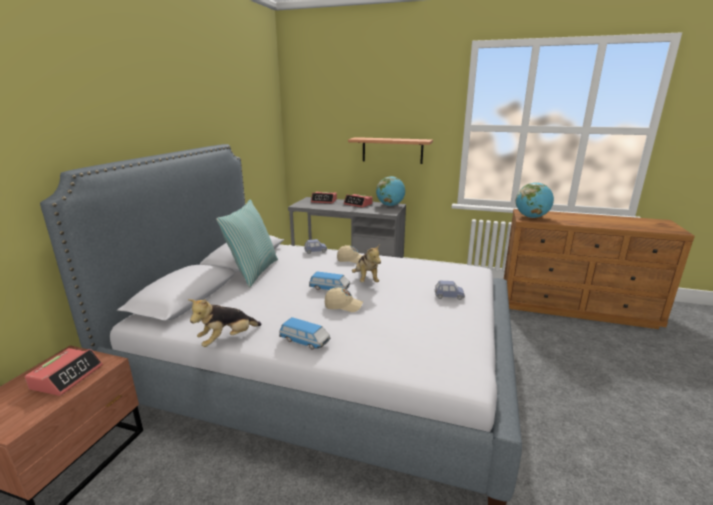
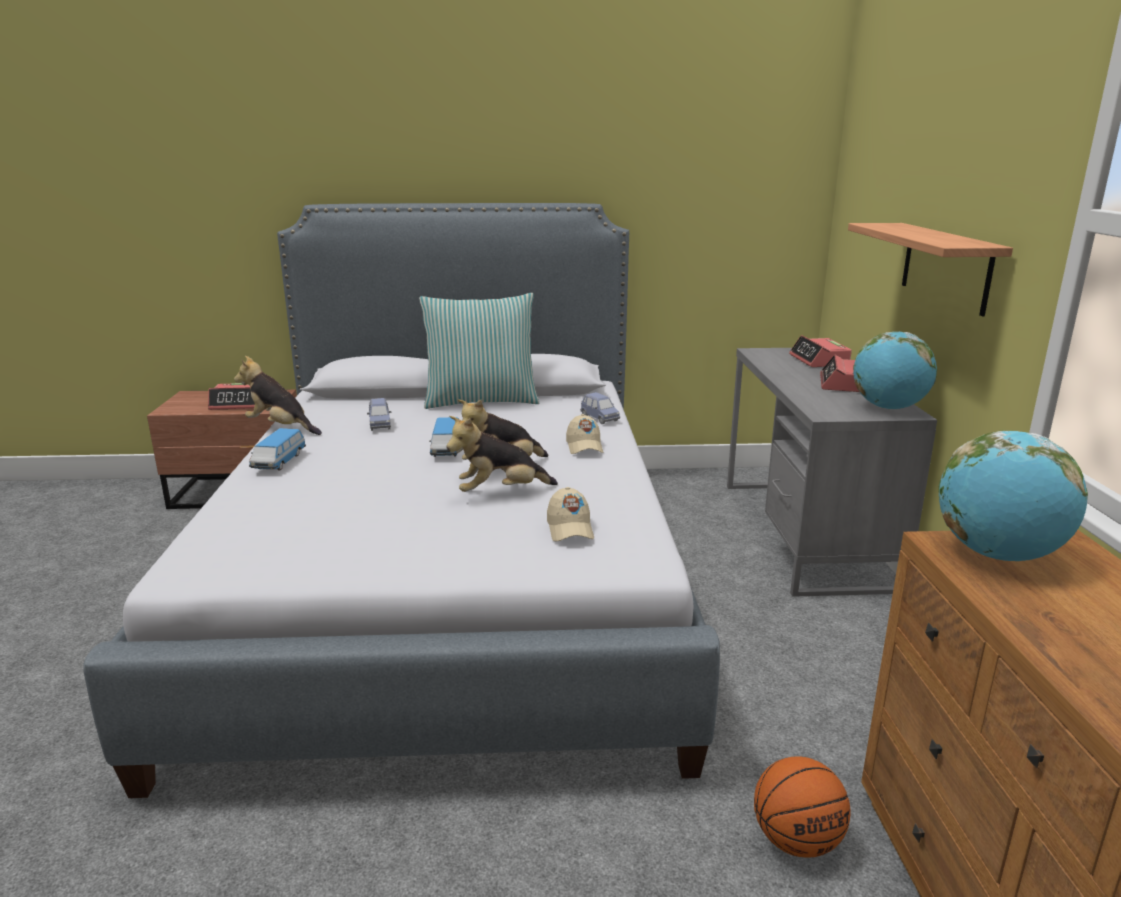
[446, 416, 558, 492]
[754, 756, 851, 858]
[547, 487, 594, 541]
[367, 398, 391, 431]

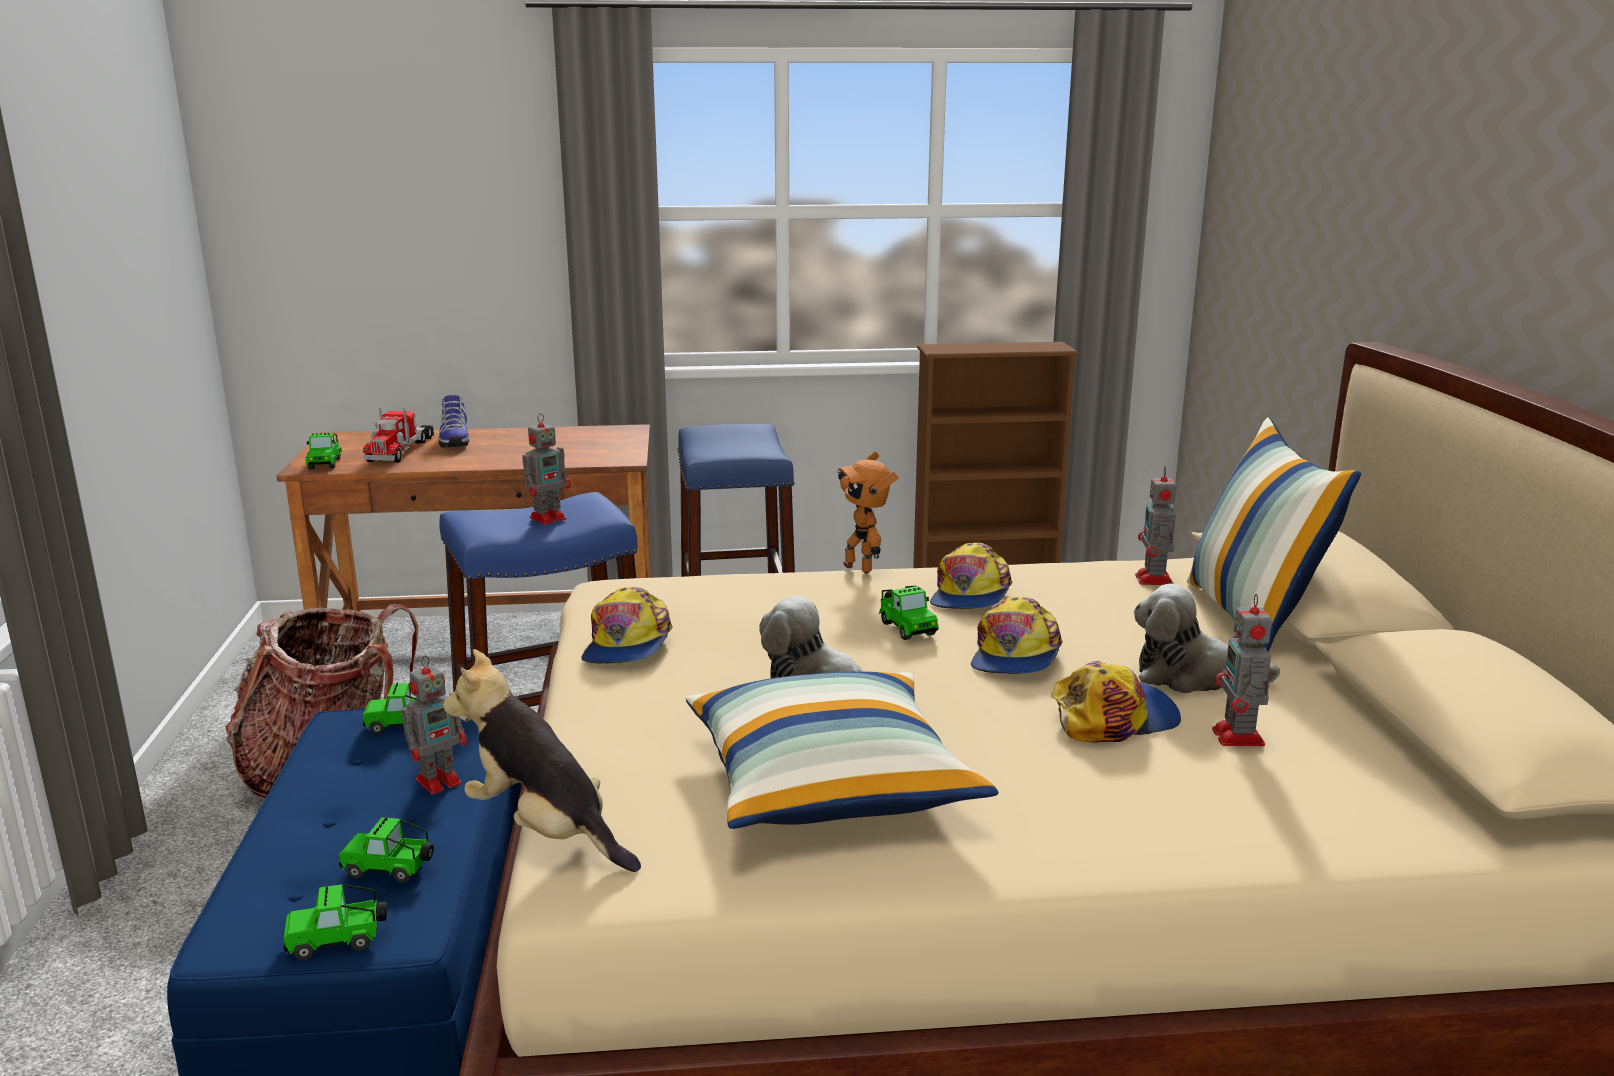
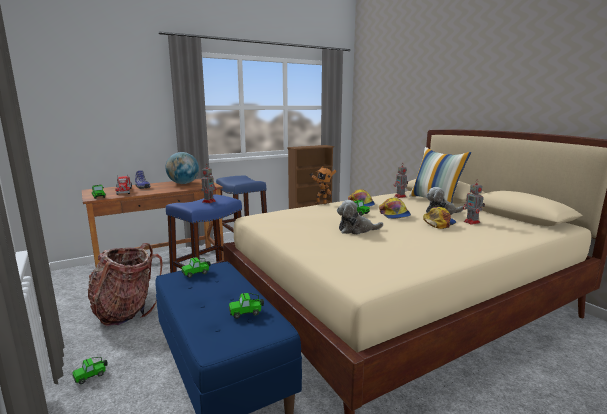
[402, 656, 467, 795] (first image)
[443, 649, 641, 872] (first image)
[581, 587, 673, 664] (first image)
[686, 671, 999, 829] (first image)
[165, 152, 199, 184]
[72, 357, 108, 384]

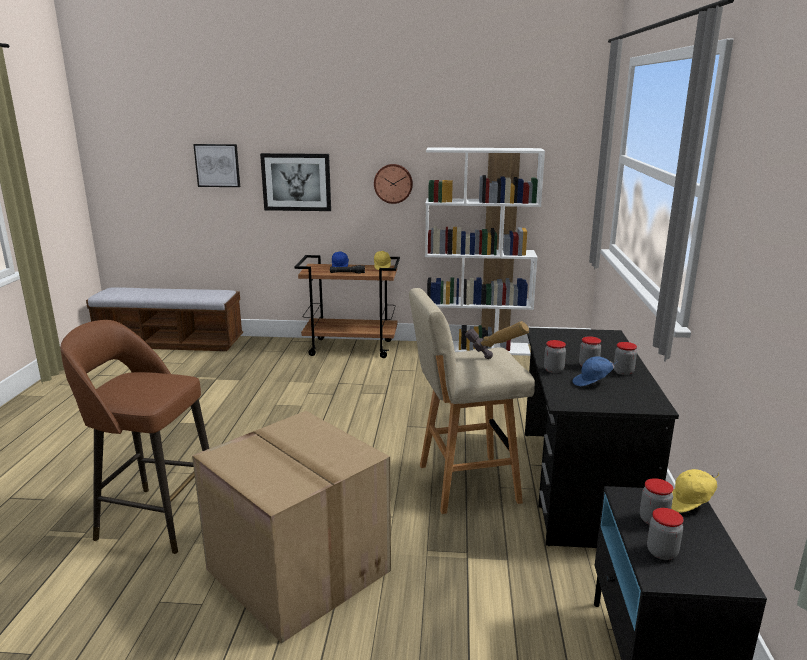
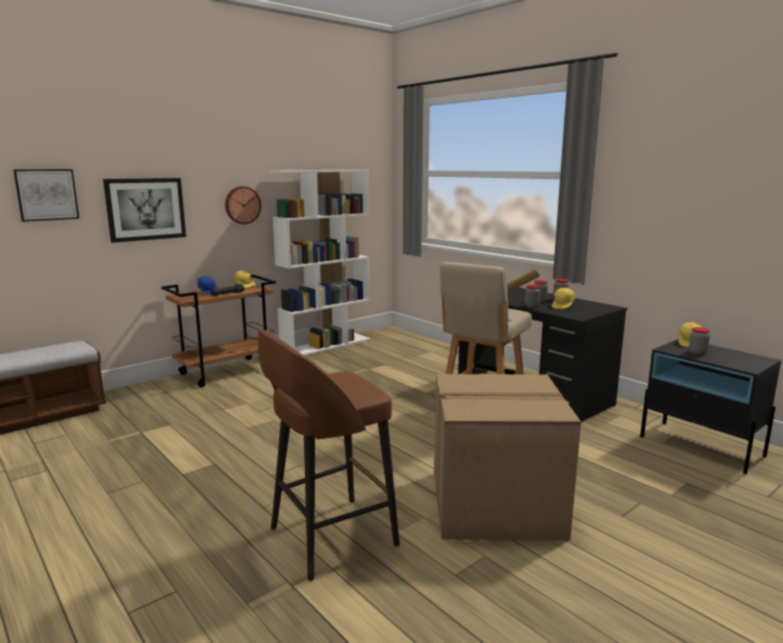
[647, 508, 684, 560] (first image)
[552, 288, 575, 309]

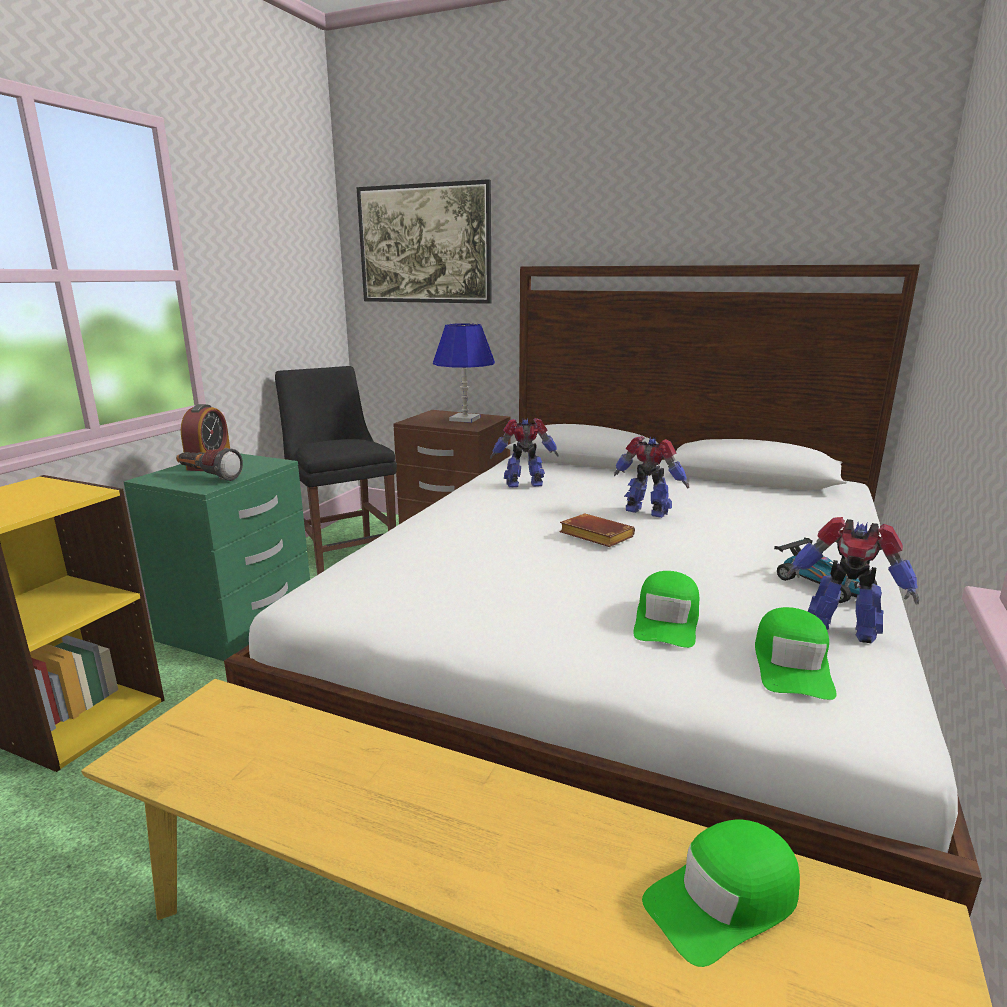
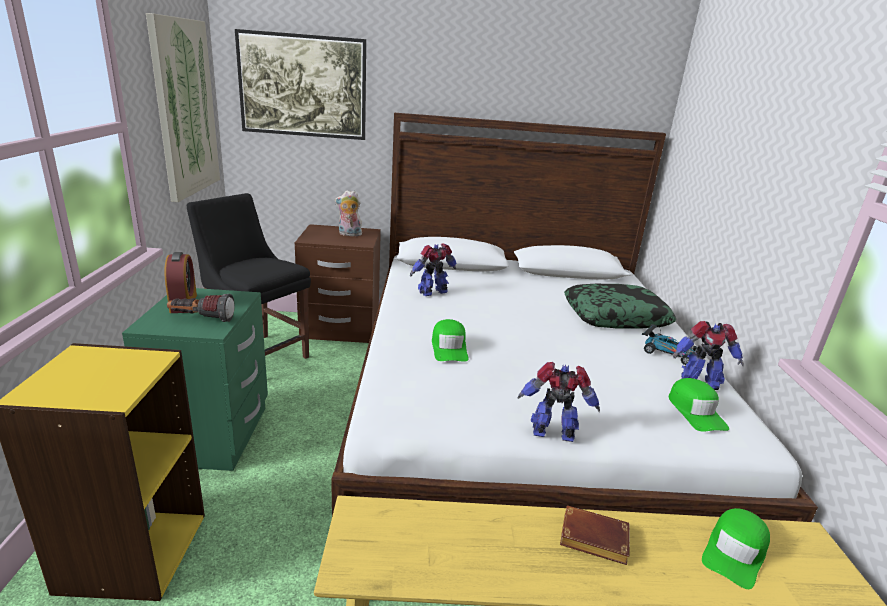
[146, 13, 220, 202]
[564, 284, 676, 328]
[560, 505, 630, 565]
[518, 362, 600, 442]
[432, 319, 469, 362]
[335, 190, 362, 236]

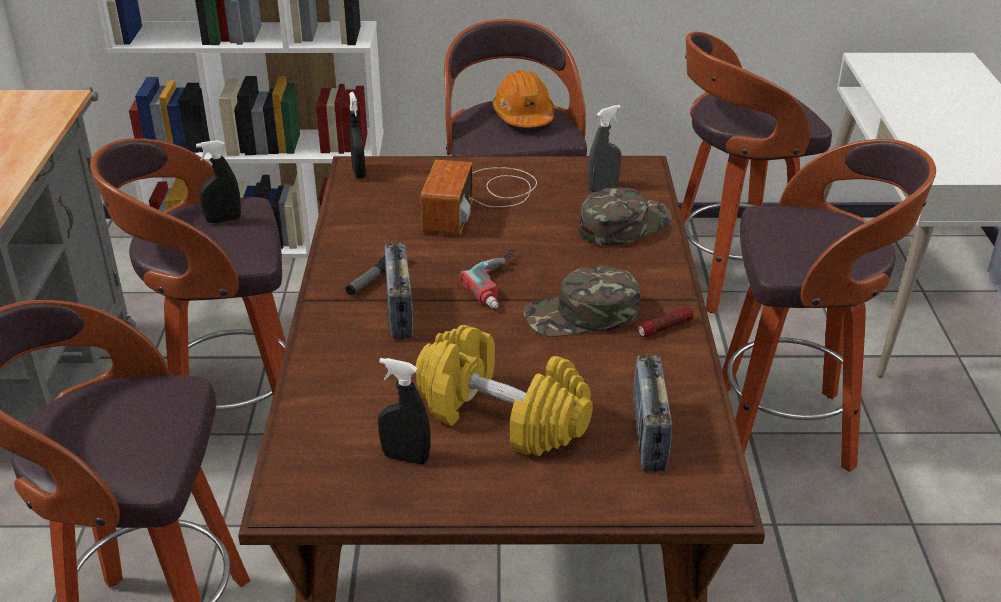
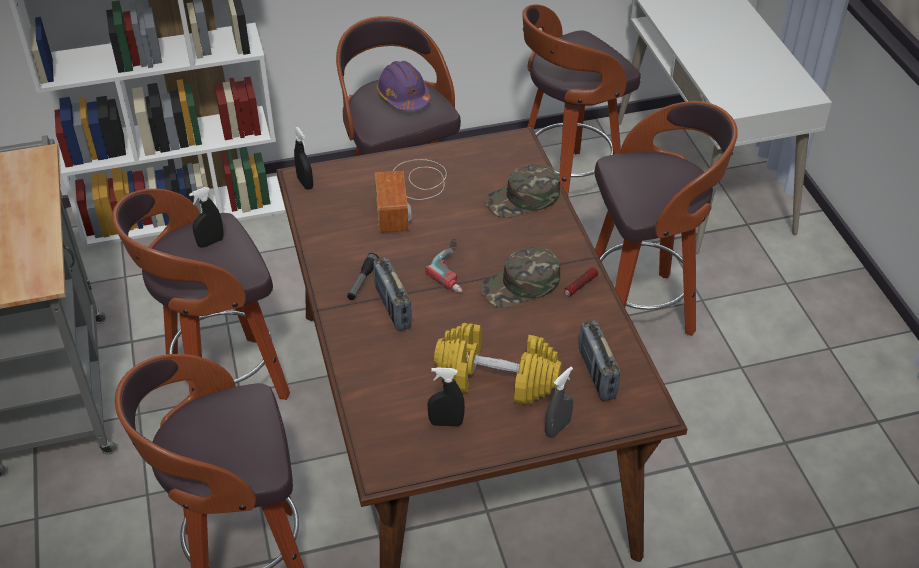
[545, 367, 573, 438]
[376, 61, 431, 112]
[484, 164, 560, 218]

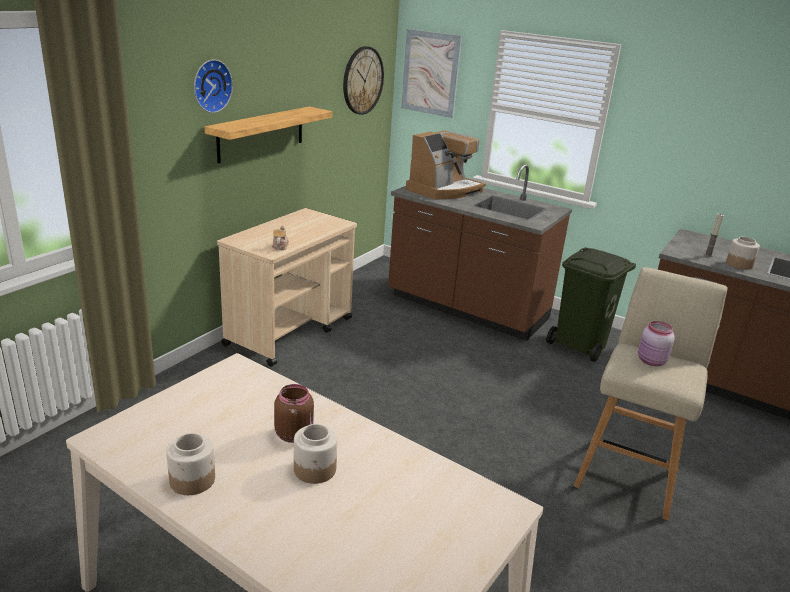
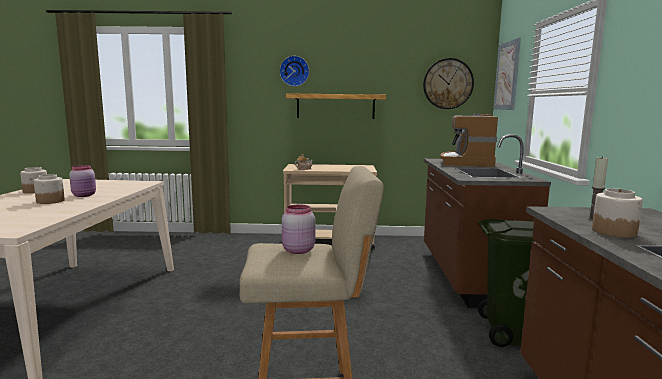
[69, 165, 96, 197]
[440, 113, 498, 167]

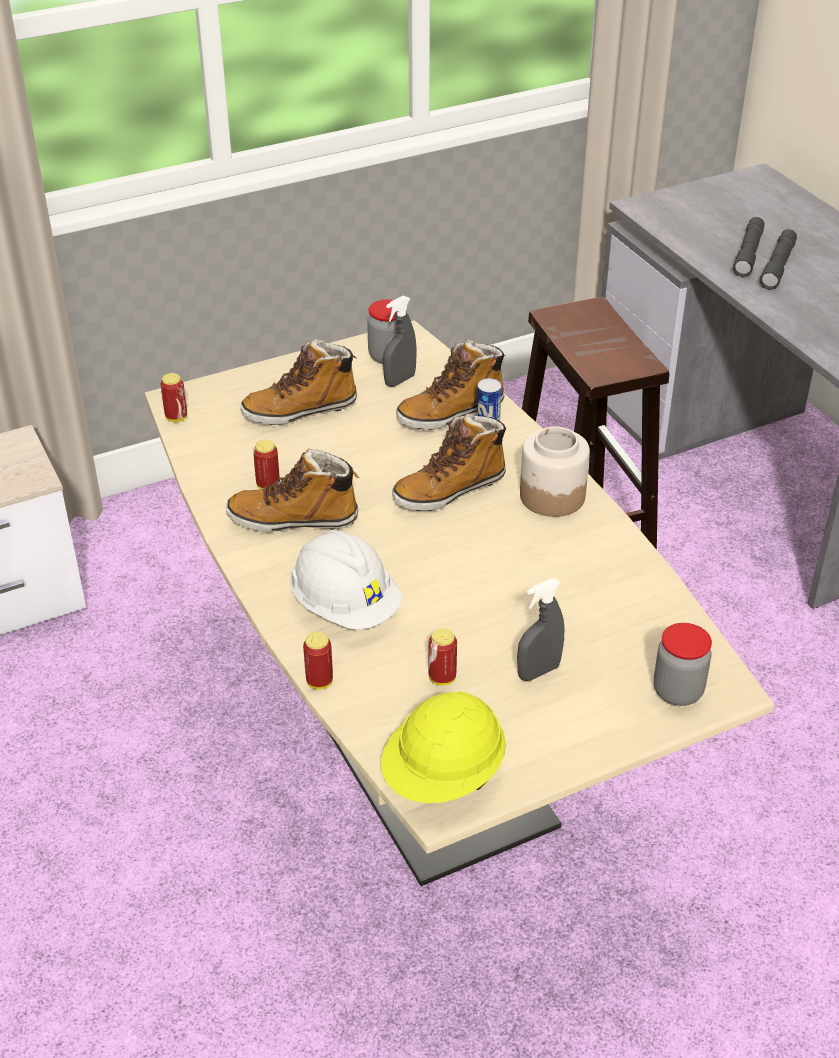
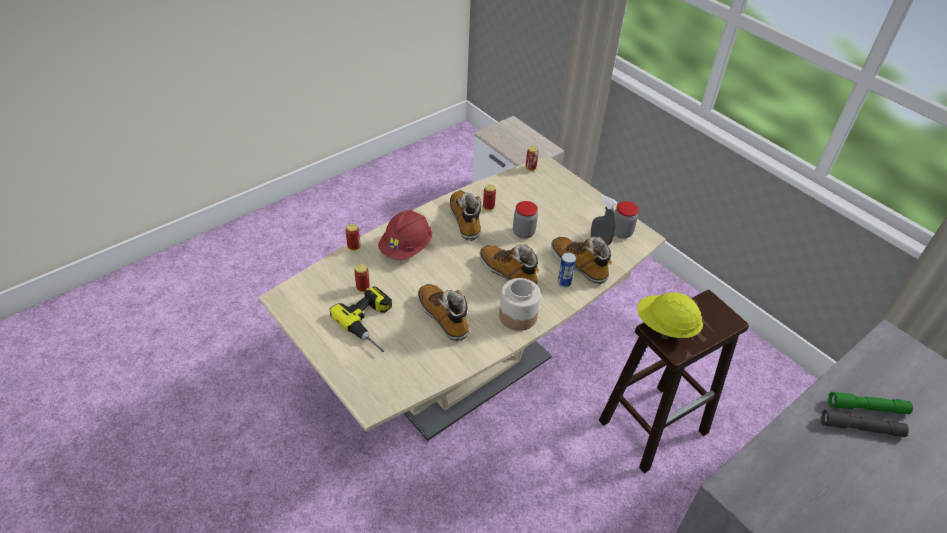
[418, 284, 469, 341]
[637, 292, 703, 340]
[513, 201, 538, 239]
[330, 286, 392, 352]
[378, 210, 432, 260]
[828, 392, 913, 414]

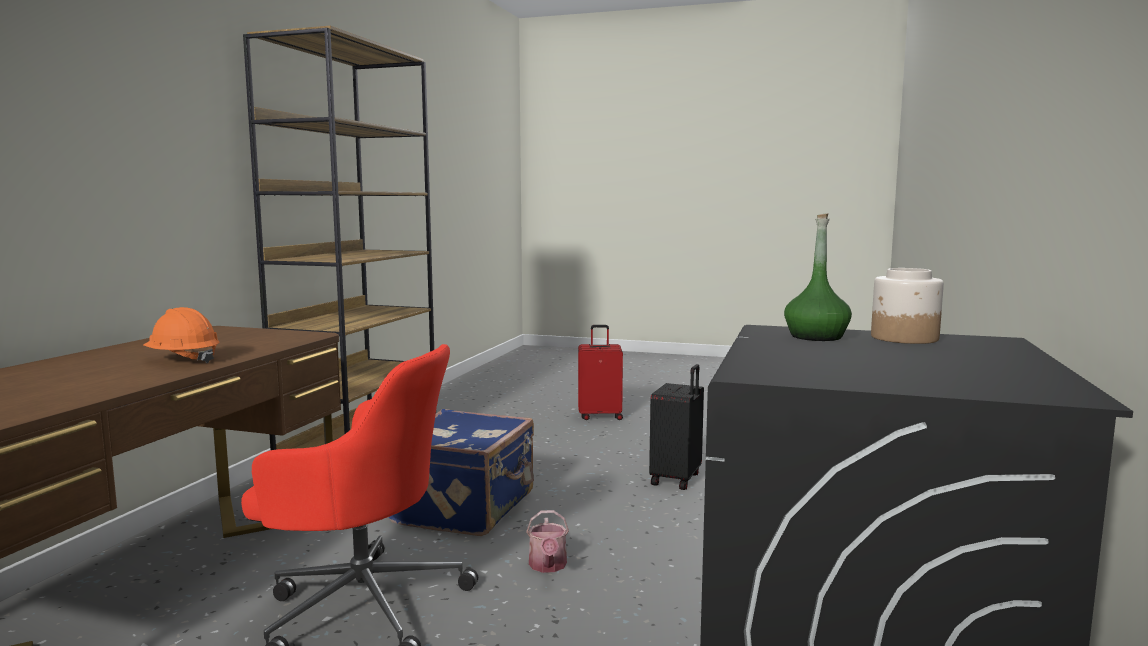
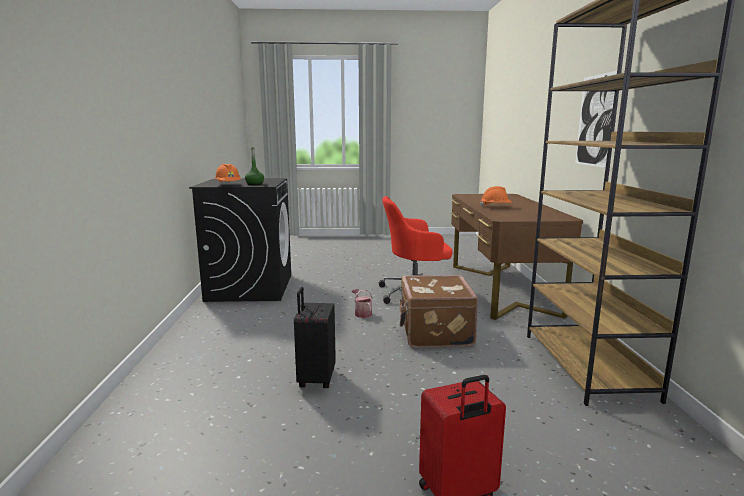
[575, 71, 617, 168]
[215, 164, 241, 184]
[399, 275, 478, 348]

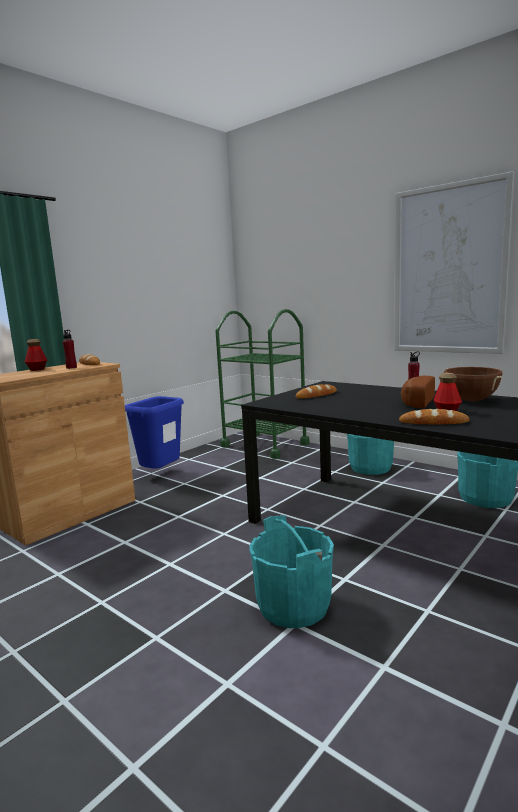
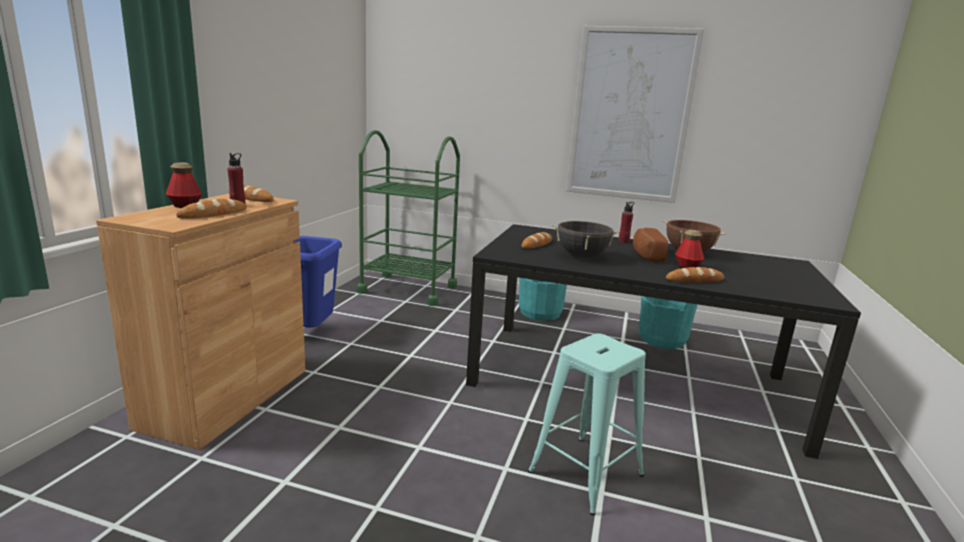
[176, 199, 247, 218]
[551, 221, 620, 258]
[528, 333, 646, 516]

